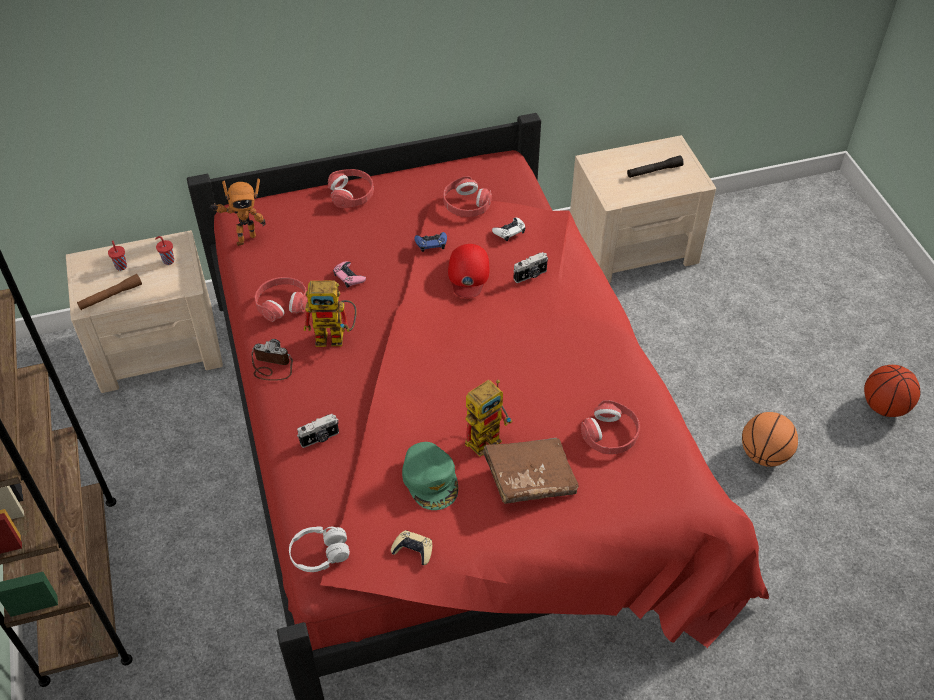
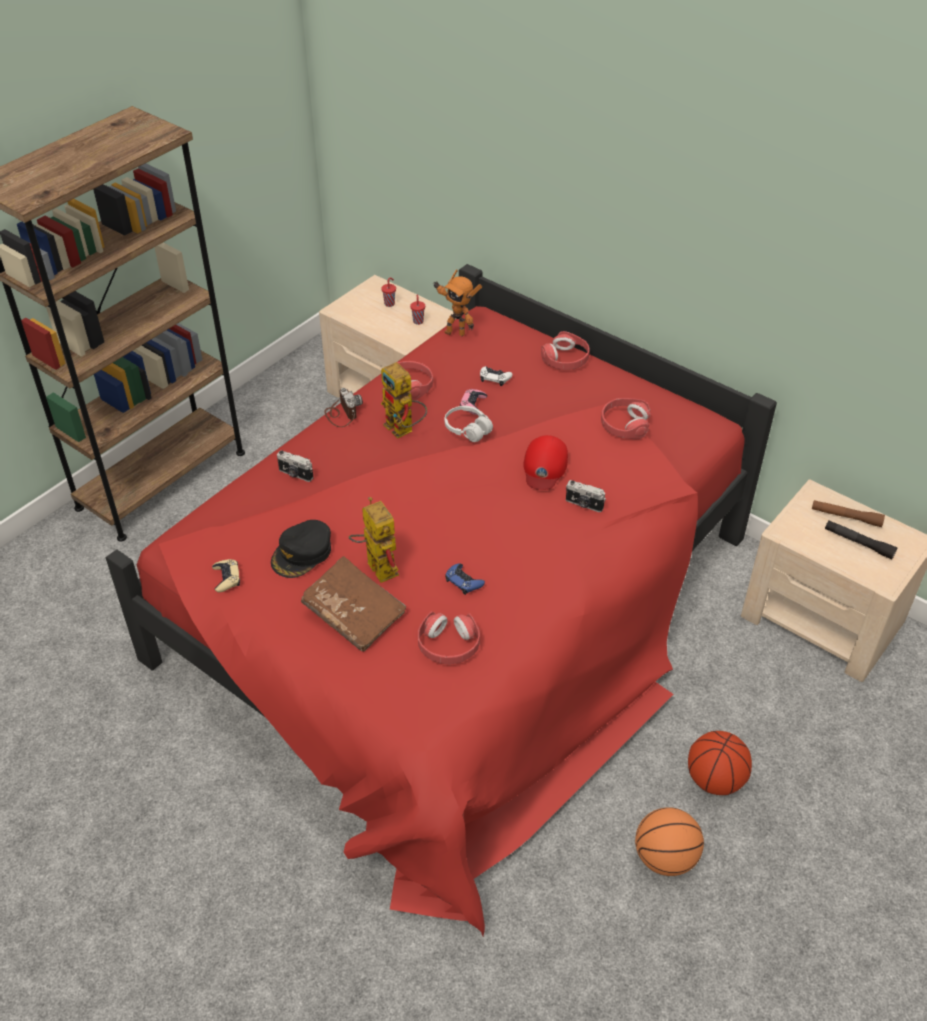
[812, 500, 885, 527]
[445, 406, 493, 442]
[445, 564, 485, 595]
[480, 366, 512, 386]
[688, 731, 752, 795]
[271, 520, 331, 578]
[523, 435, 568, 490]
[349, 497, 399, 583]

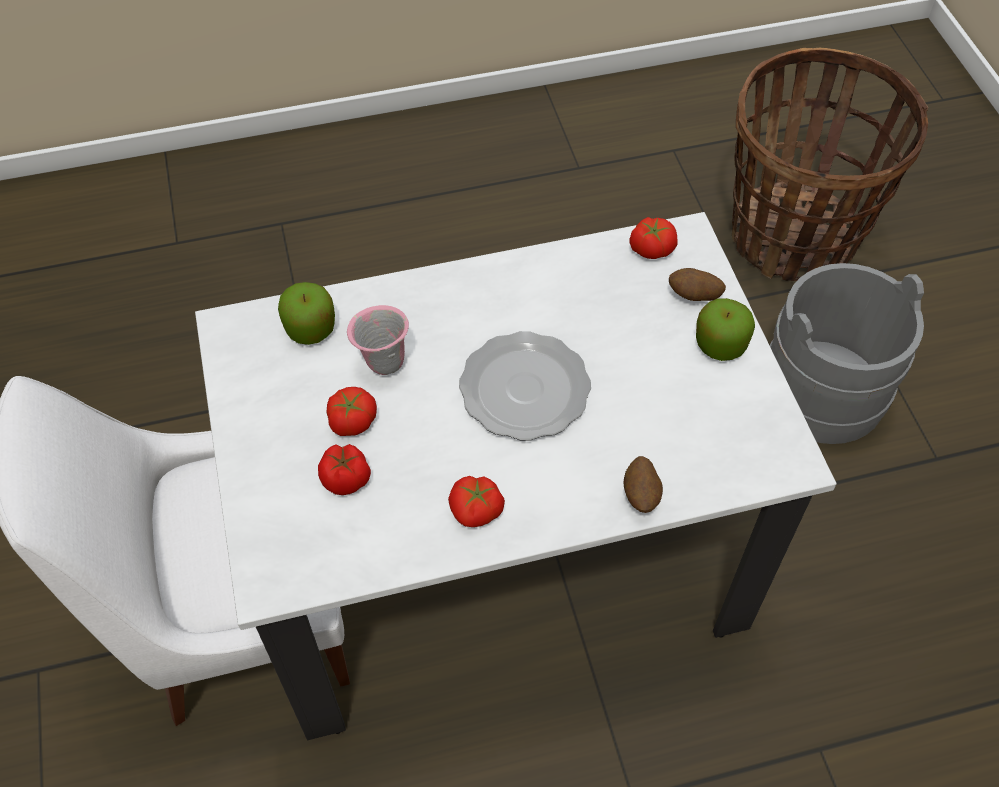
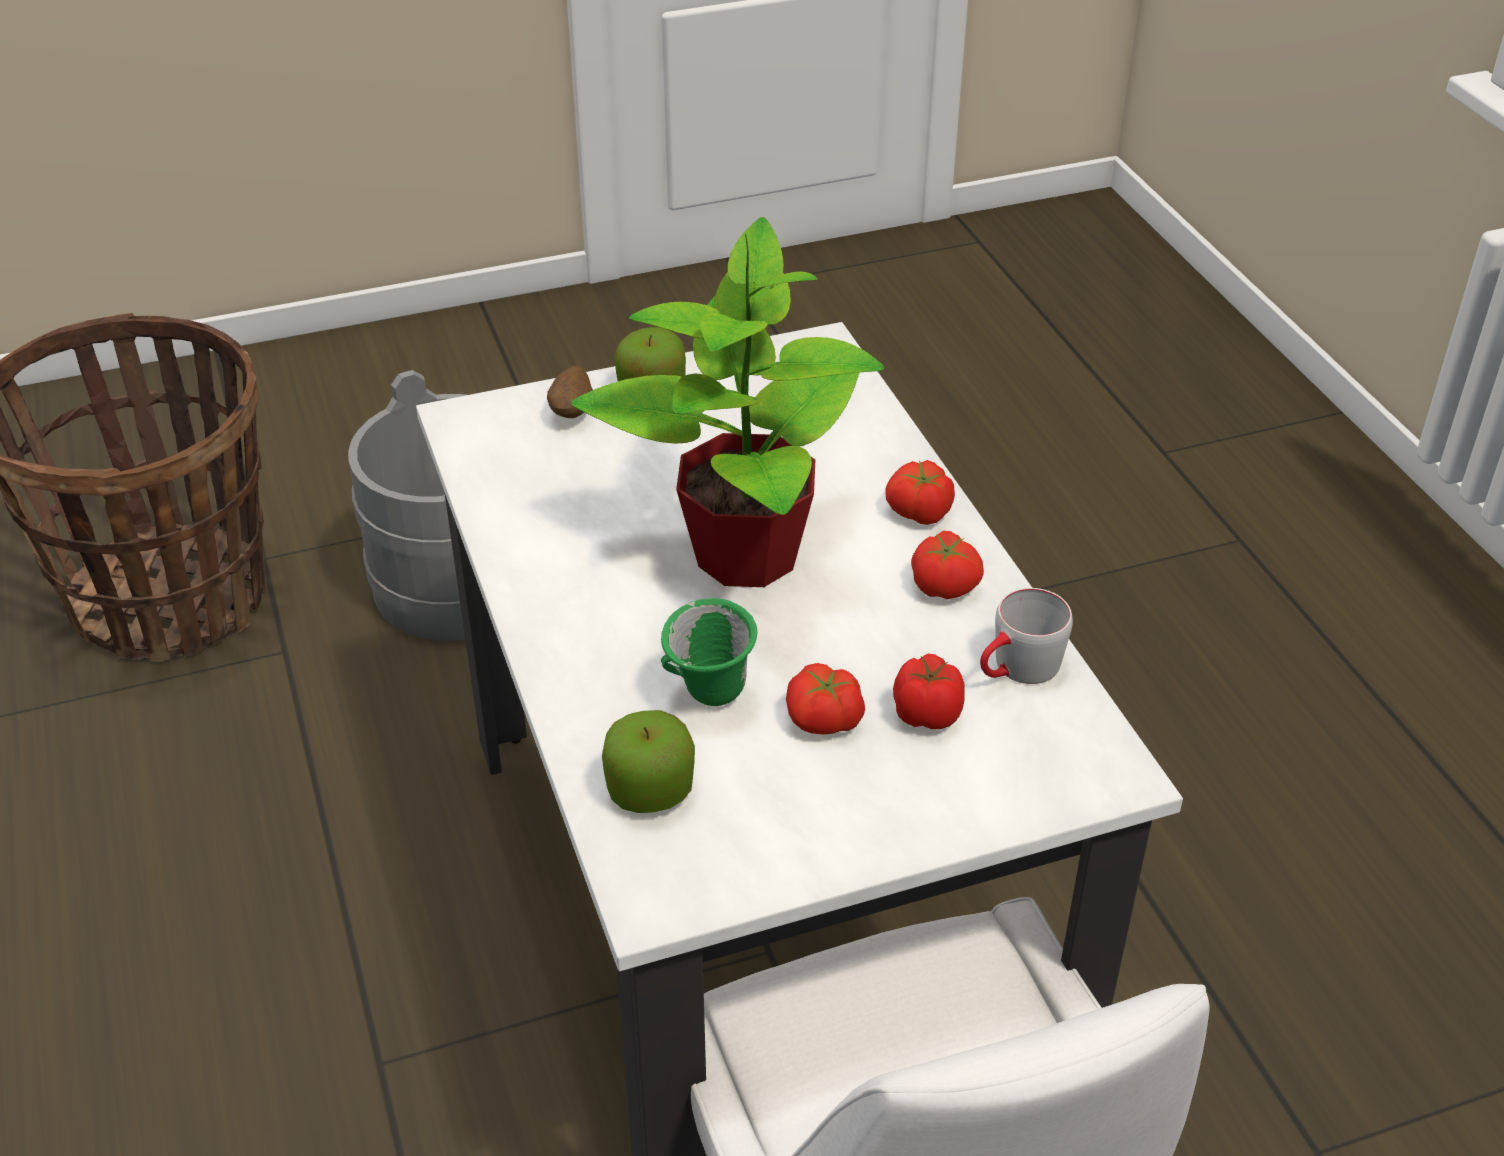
[624, 456, 663, 513] (first image)
[980, 588, 1073, 684]
[885, 460, 955, 525]
[571, 217, 884, 587]
[661, 598, 757, 706]

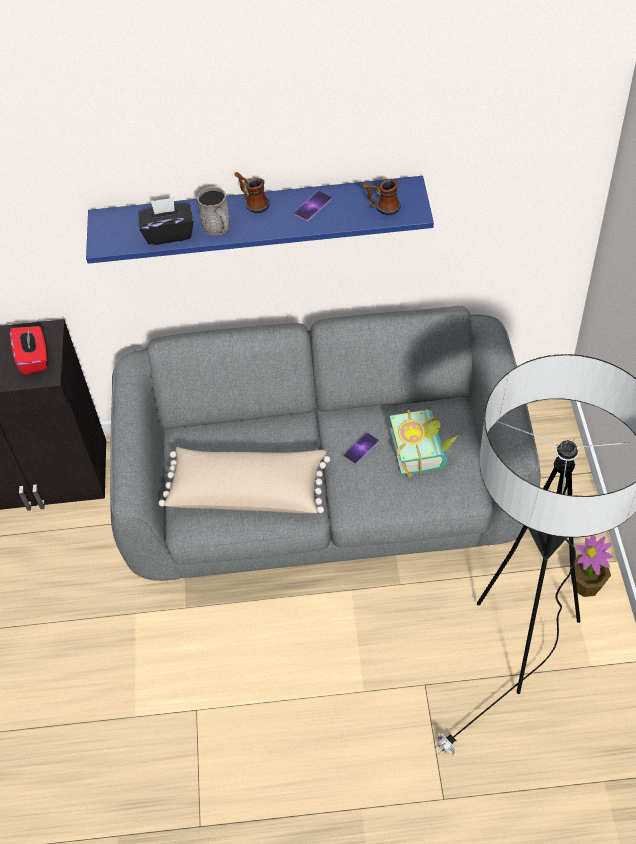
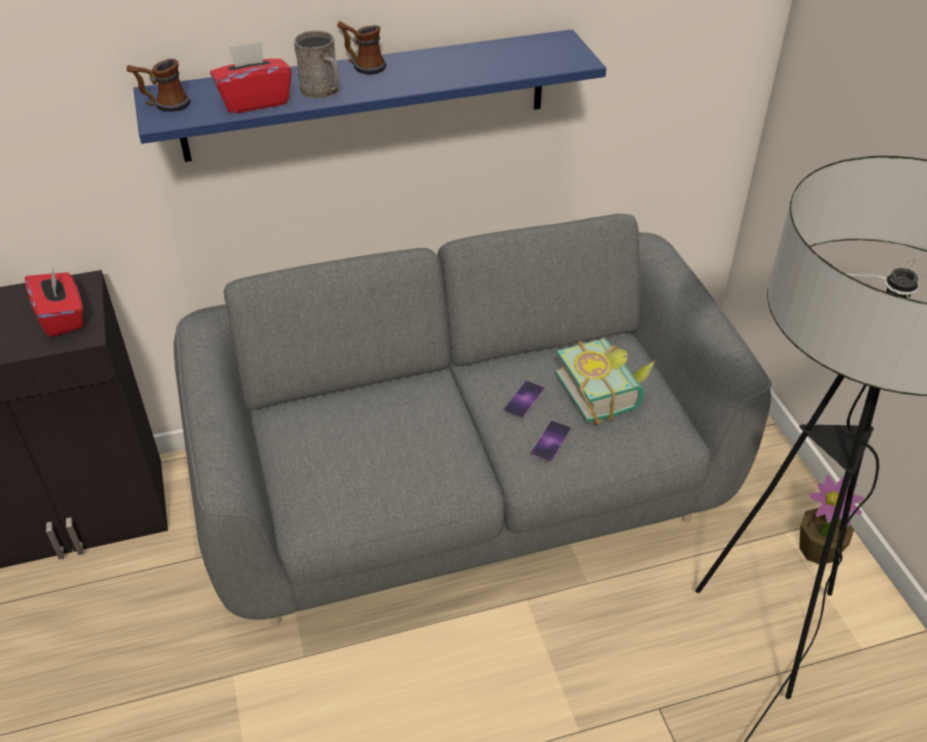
[159, 447, 330, 513] (first image)
[531, 421, 571, 462]
[127, 59, 190, 112]
[210, 42, 292, 114]

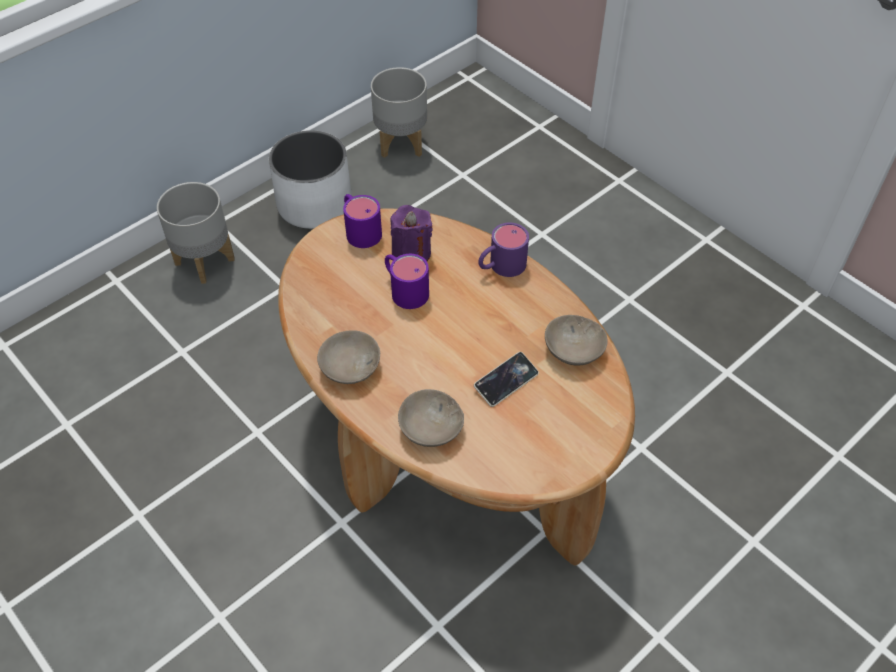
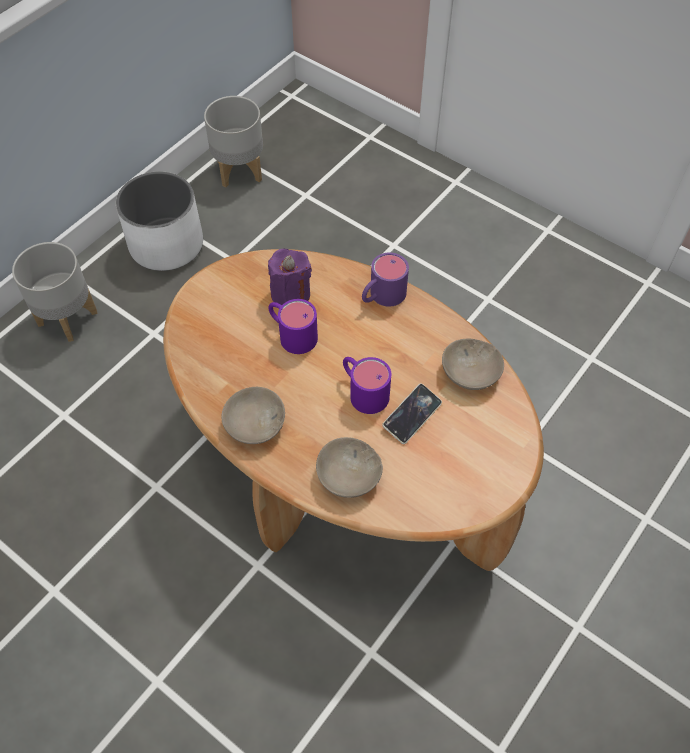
[343, 357, 391, 414]

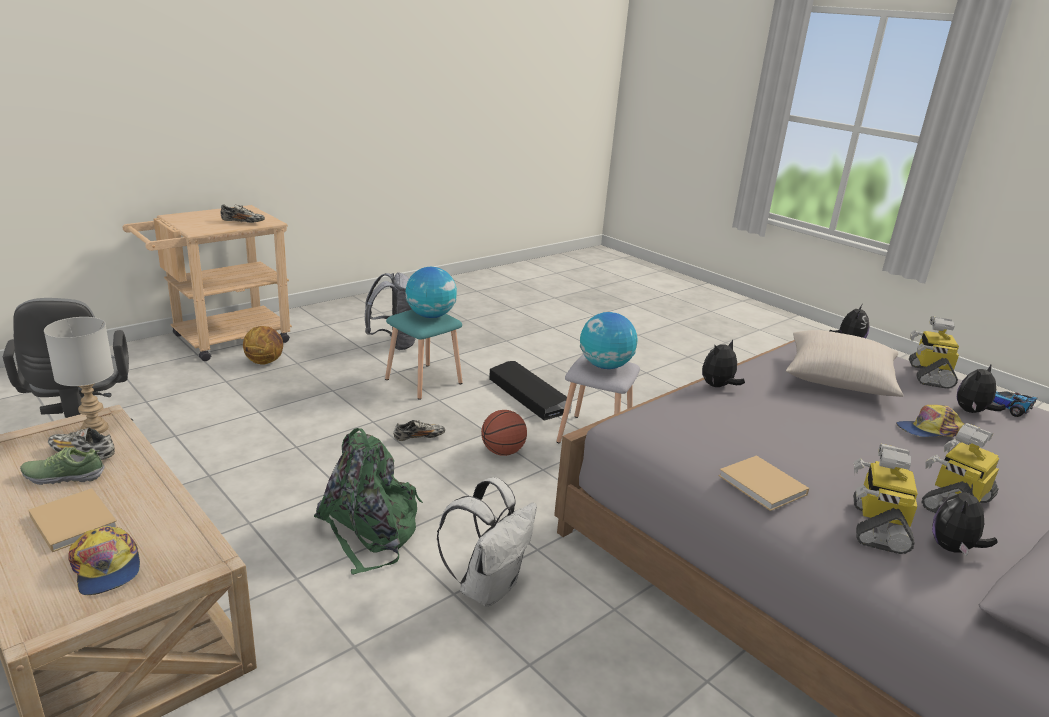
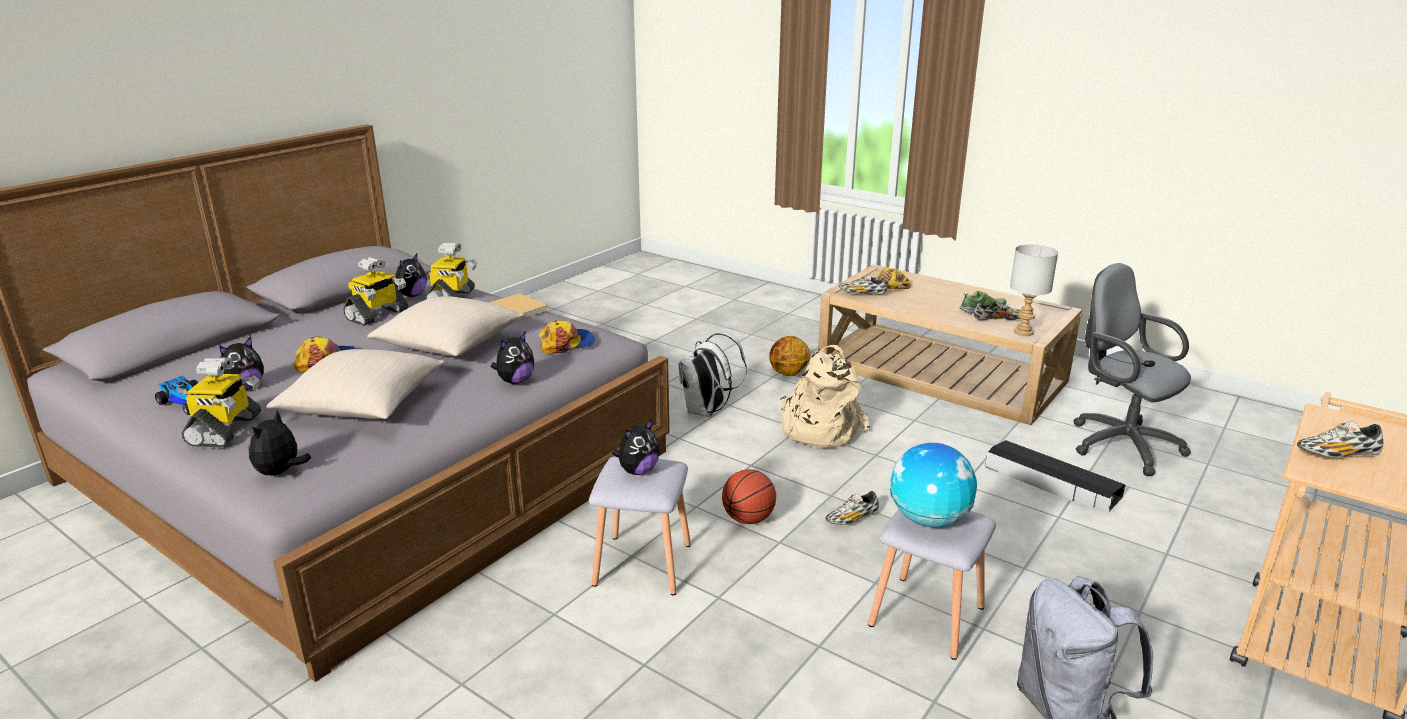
[29, 488, 118, 552] (first image)
[367, 296, 524, 356]
[539, 320, 595, 353]
[839, 275, 887, 294]
[769, 336, 811, 376]
[985, 440, 1125, 512]
[612, 419, 659, 475]
[780, 345, 870, 448]
[868, 509, 996, 660]

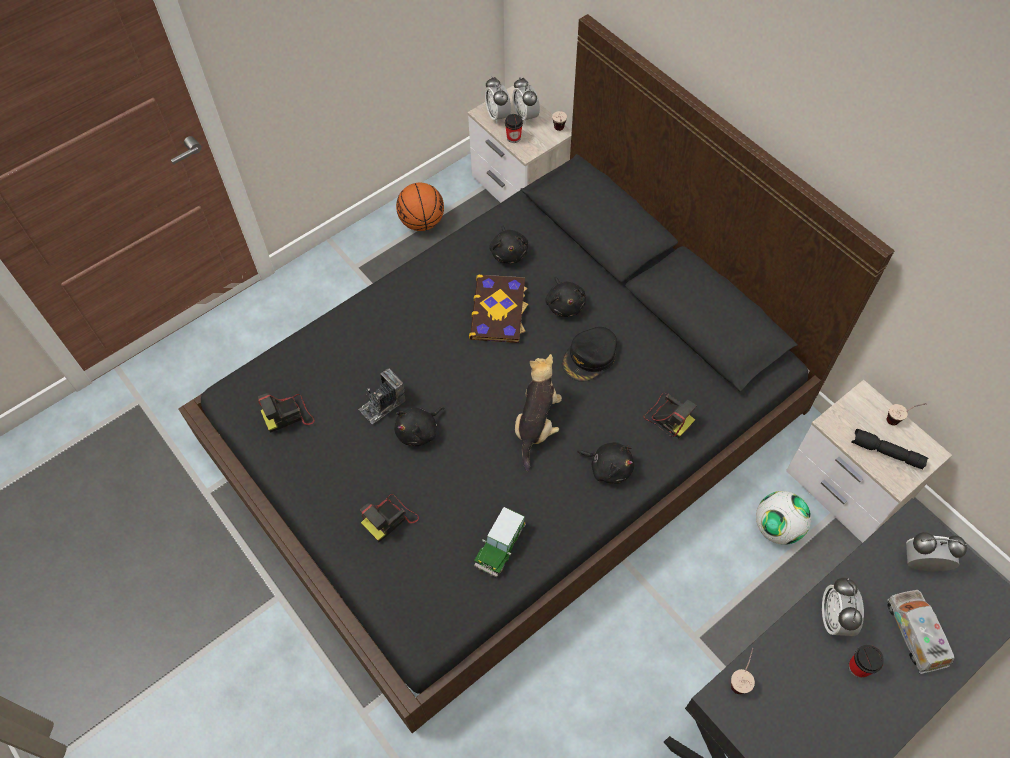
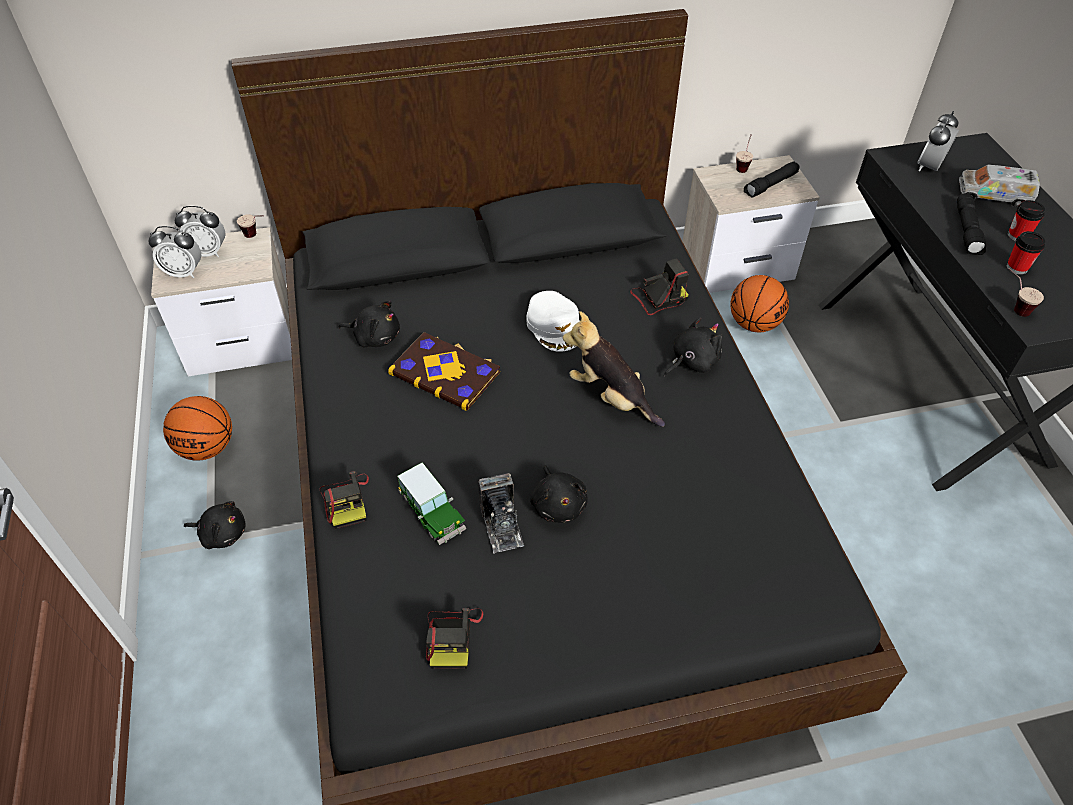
[320, 471, 369, 529]
[397, 462, 466, 545]
[1007, 231, 1045, 275]
[184, 501, 246, 549]
[730, 275, 789, 332]
[957, 193, 987, 255]
[526, 291, 580, 352]

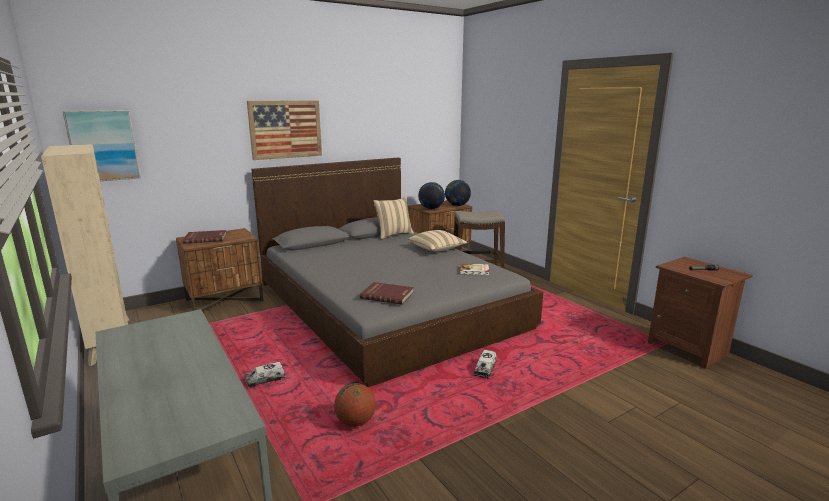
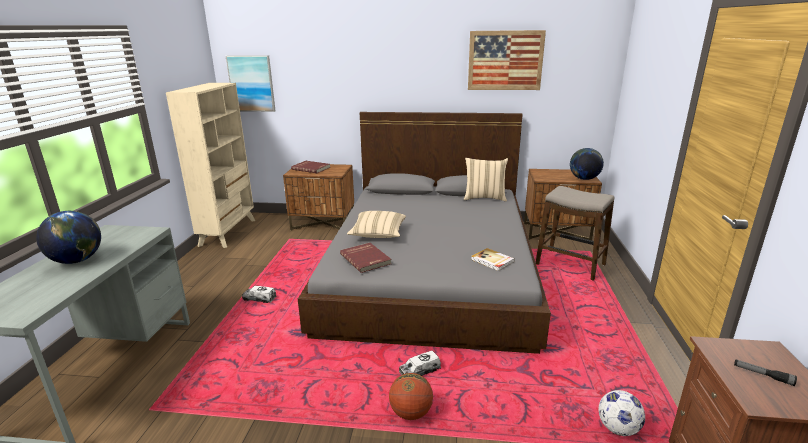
[598, 390, 645, 436]
[468, 30, 546, 90]
[389, 373, 433, 420]
[347, 211, 406, 238]
[36, 211, 101, 264]

